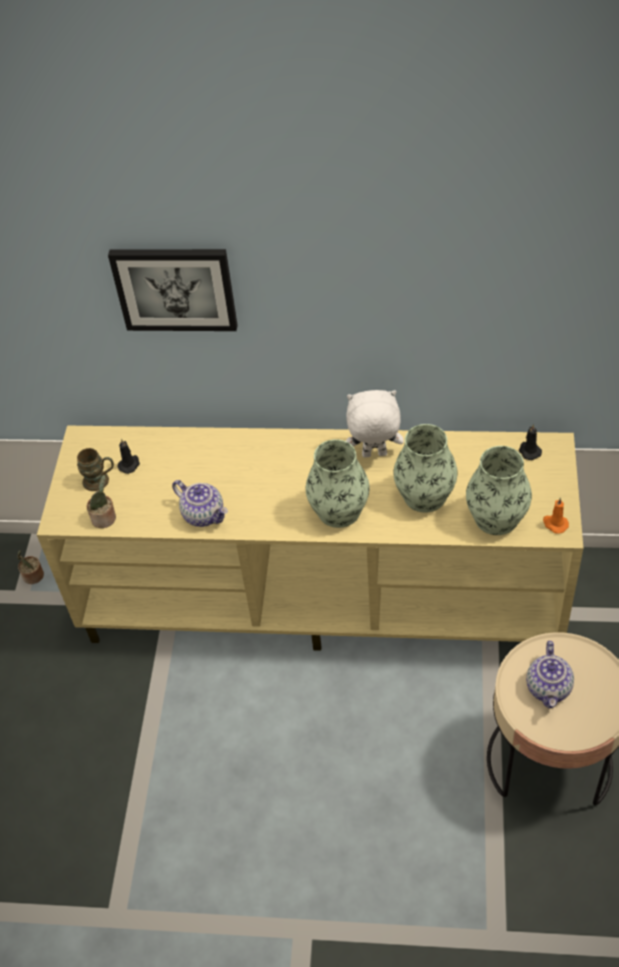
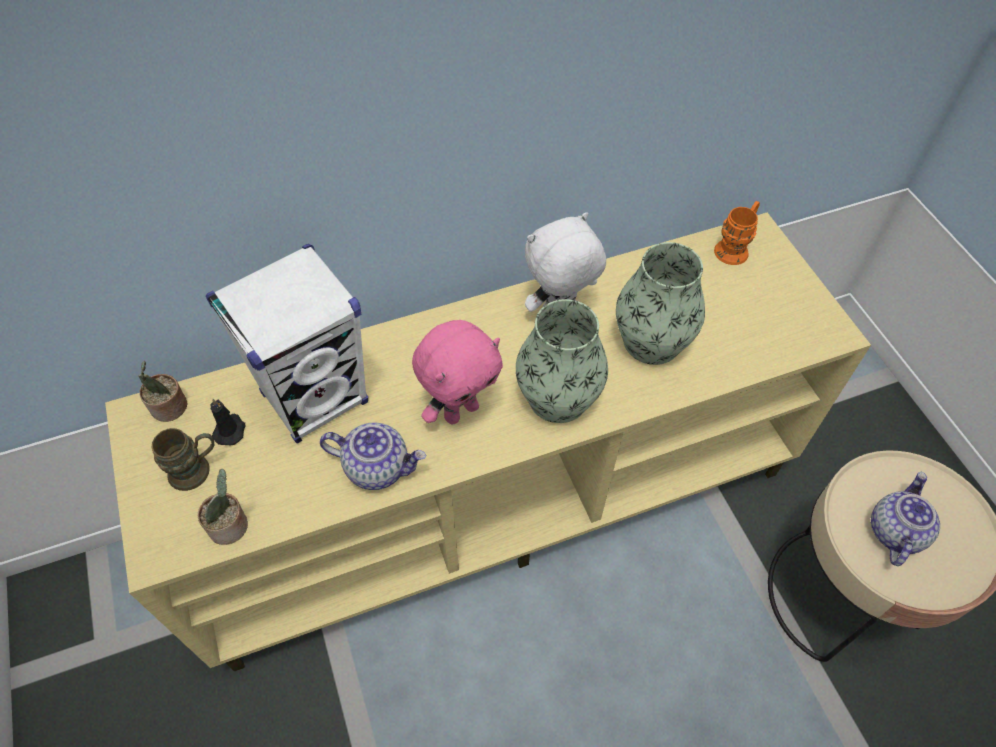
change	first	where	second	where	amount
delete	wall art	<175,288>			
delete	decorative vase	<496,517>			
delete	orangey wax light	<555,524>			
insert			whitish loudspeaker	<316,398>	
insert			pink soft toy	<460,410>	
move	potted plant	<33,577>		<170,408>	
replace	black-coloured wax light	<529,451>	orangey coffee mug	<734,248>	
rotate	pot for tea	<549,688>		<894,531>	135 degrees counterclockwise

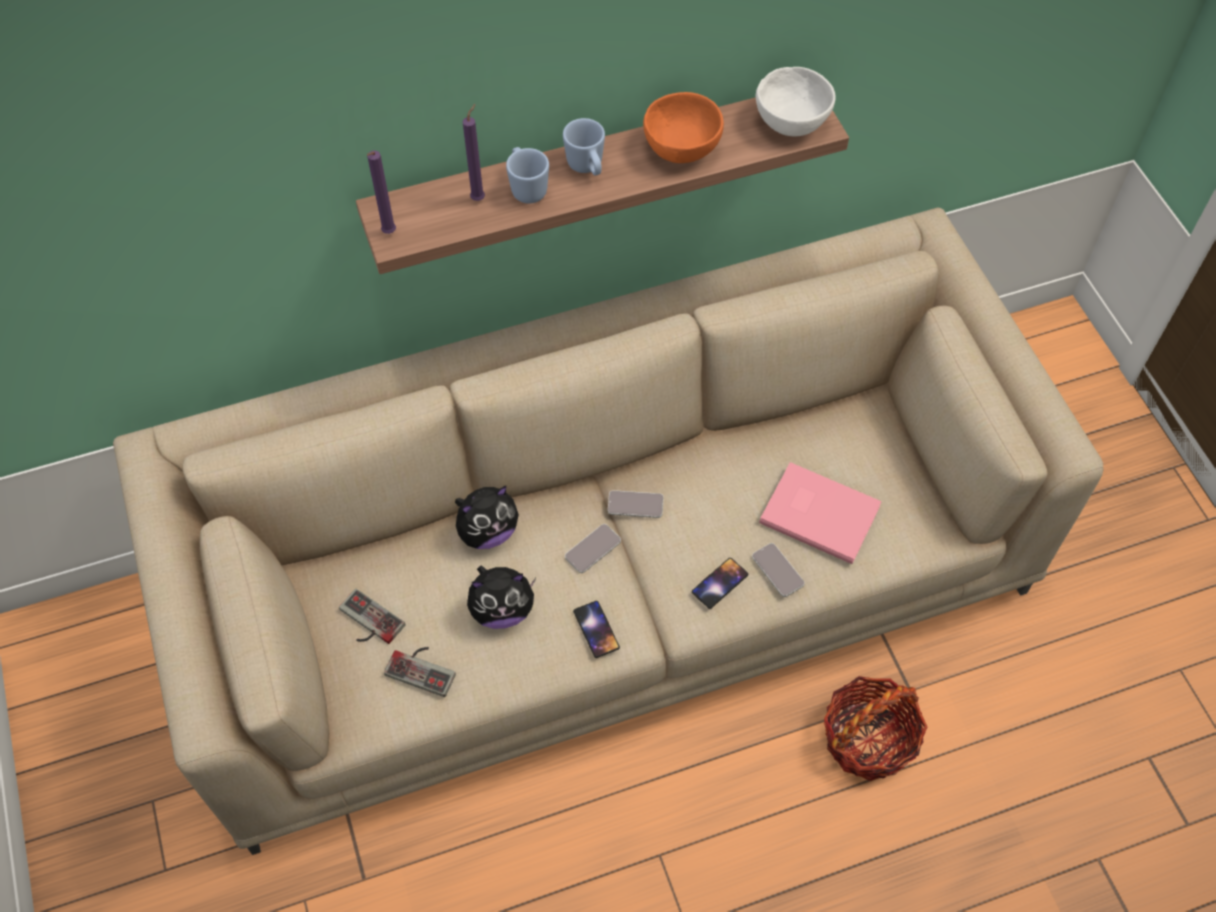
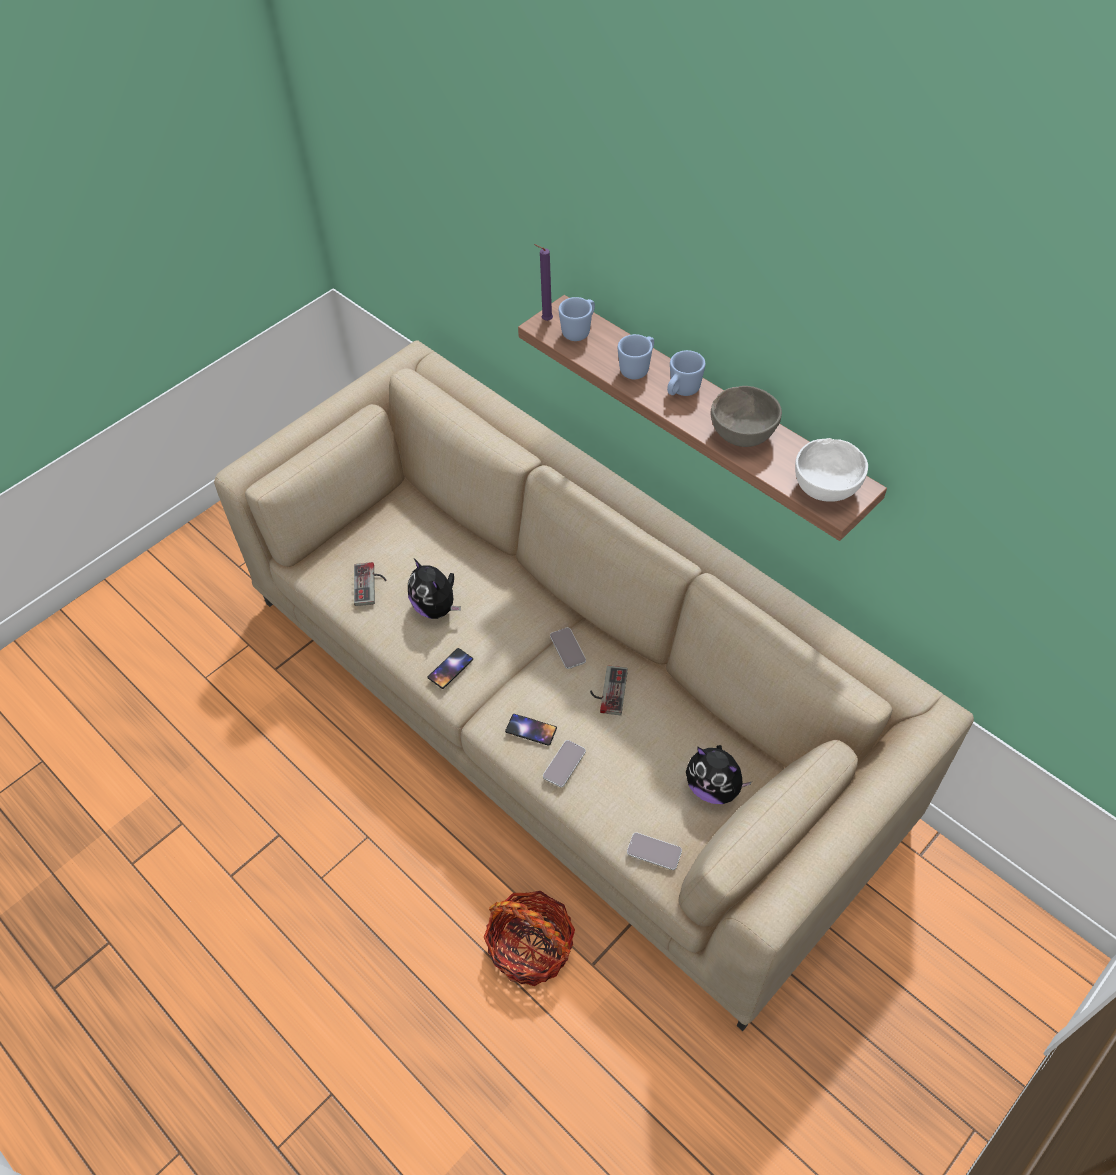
change	first	where	second	where	amount
delete	purple-coloured wax light	<479,198>			
delete	pink bound book	<819,512>			
insert			bluish coffee mug	<579,331>	
move	joypad	<367,623>		<607,690>	
move	soft toy	<487,532>		<713,787>	
move	phone	<593,549>		<654,851>	
recolor	orangey serving bowl	<680,149>	grey serving bowl	<742,434>	

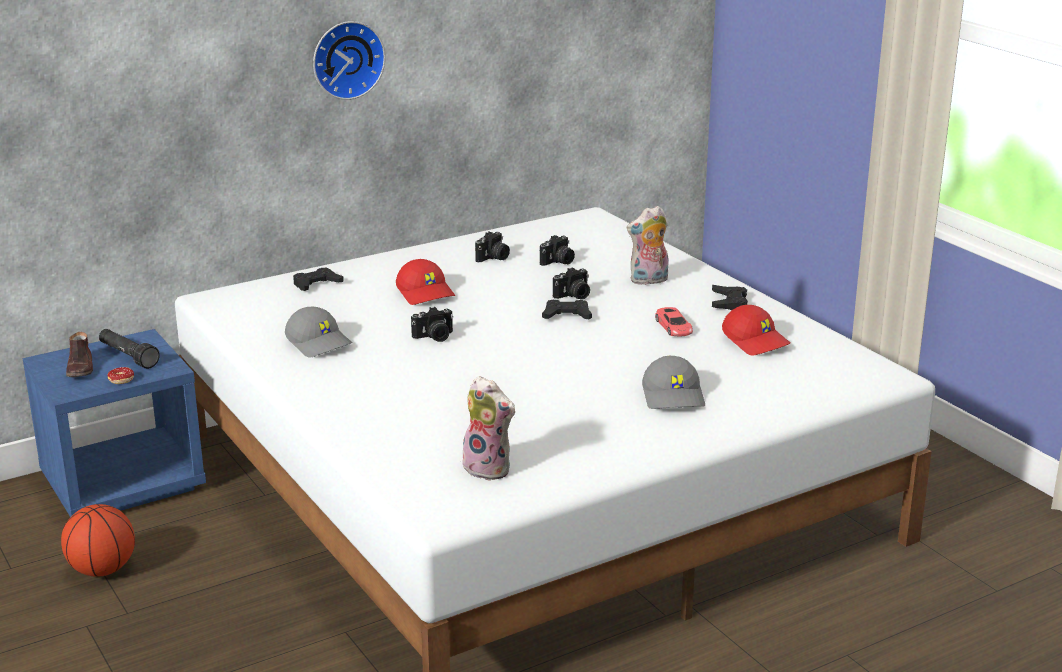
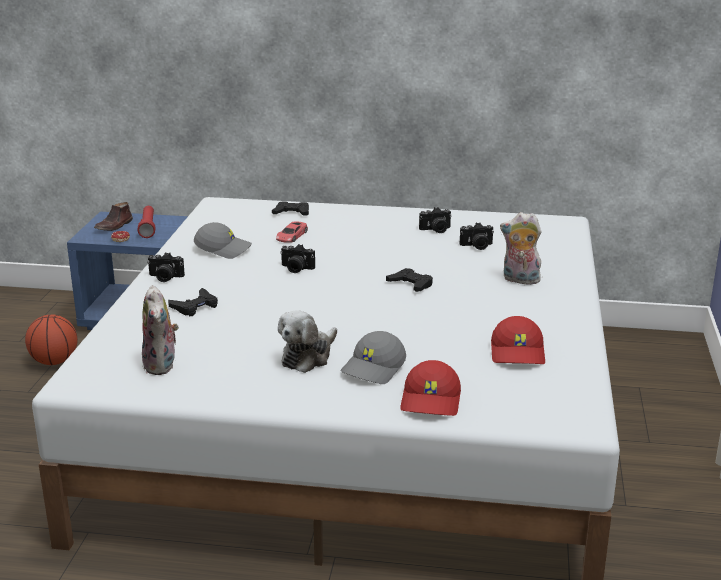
change	first	where	second	where	amount
delete	clock on the wall	<346,59>			
insert			soft toy	<308,356>	
move	red baseball cap	<426,293>		<432,401>	
move	photo camera	<573,296>		<165,278>	
move	red toy car	<674,327>		<292,236>	
move	black-coloured joypad	<729,302>		<195,307>	
recolor	black-coloured flashlight	<128,356>	red flashlight	<148,227>	
rotate	grey baseball cap	<320,343>		<223,249>	75 degrees counterclockwise

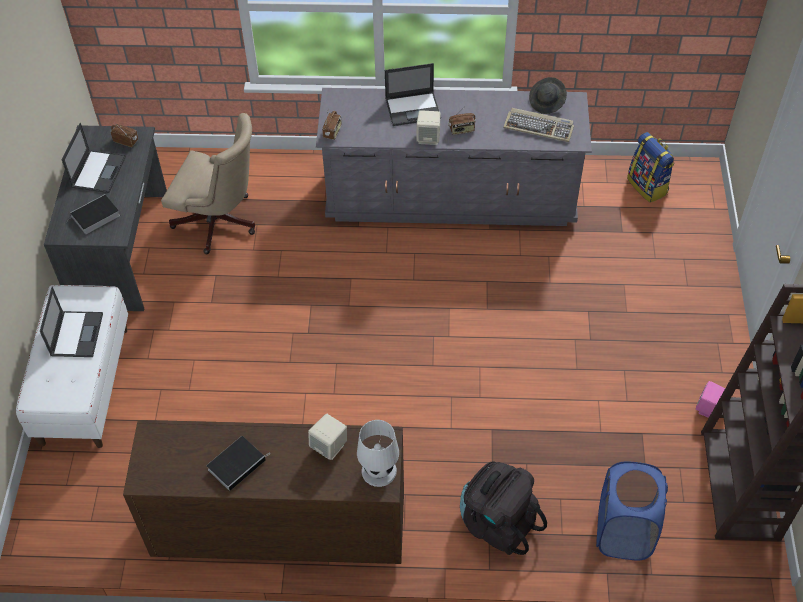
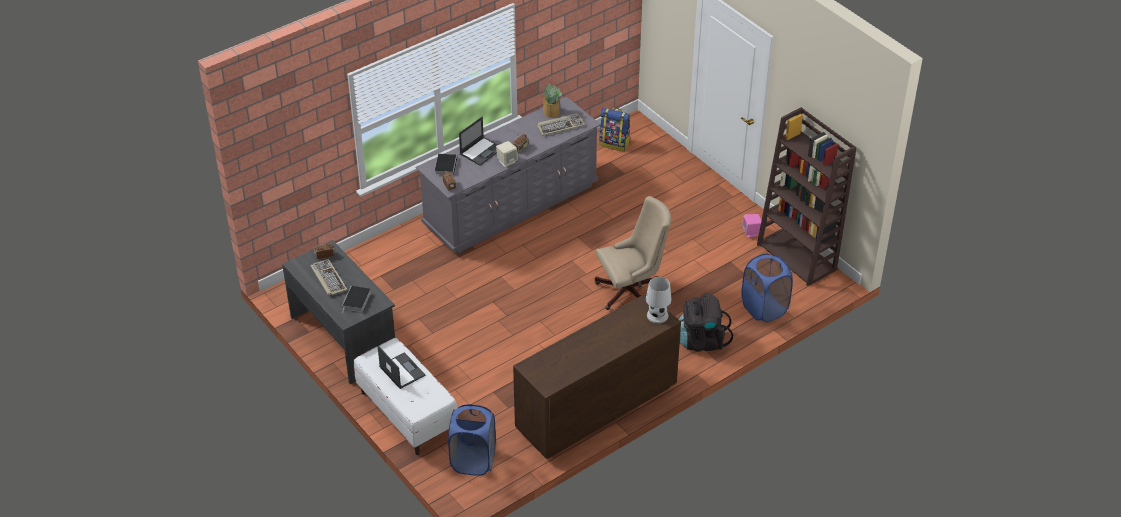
change	first	where	second	where	amount
delete	sand-coloured loudspeaker	<329,446>			
insert			bluish hamper	<473,461>	
move	sand-coloured office chair	<220,223>		<632,291>	
move	bound book	<237,463>		<445,165>	
replace	notebook computer	<98,171>	PC keyboard	<328,279>	
replace	grey clothing hat	<547,102>	potted plant	<551,112>	

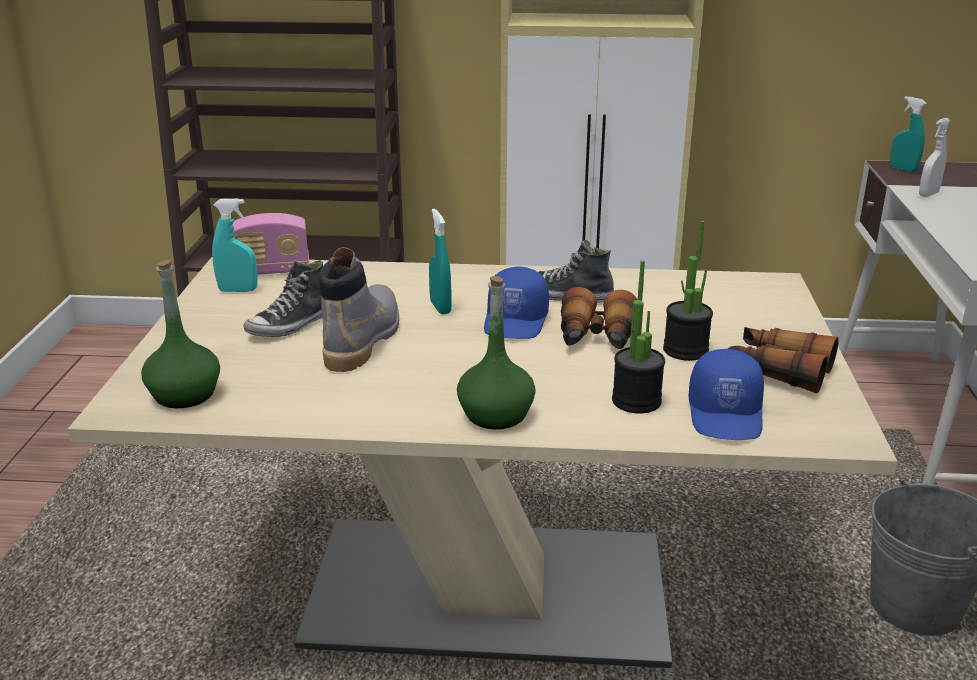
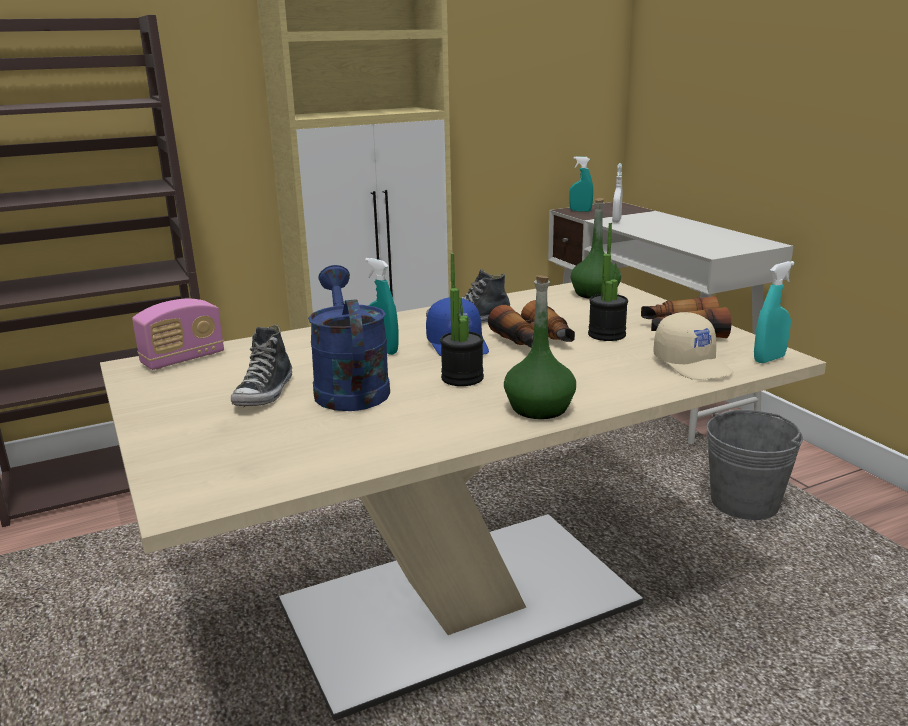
change	first	where	second	where	amount
move	green beverage bottle	<184,395>		<595,294>	
move	blue-green hand sprayer	<238,290>		<769,359>	
move	potted plant	<636,401>		<462,378>	
replace	grey boot	<363,339>	bluish watering pot	<349,387>	
recolor	bluish baseball cap	<727,415>	sand-coloured baseball cap	<693,364>	

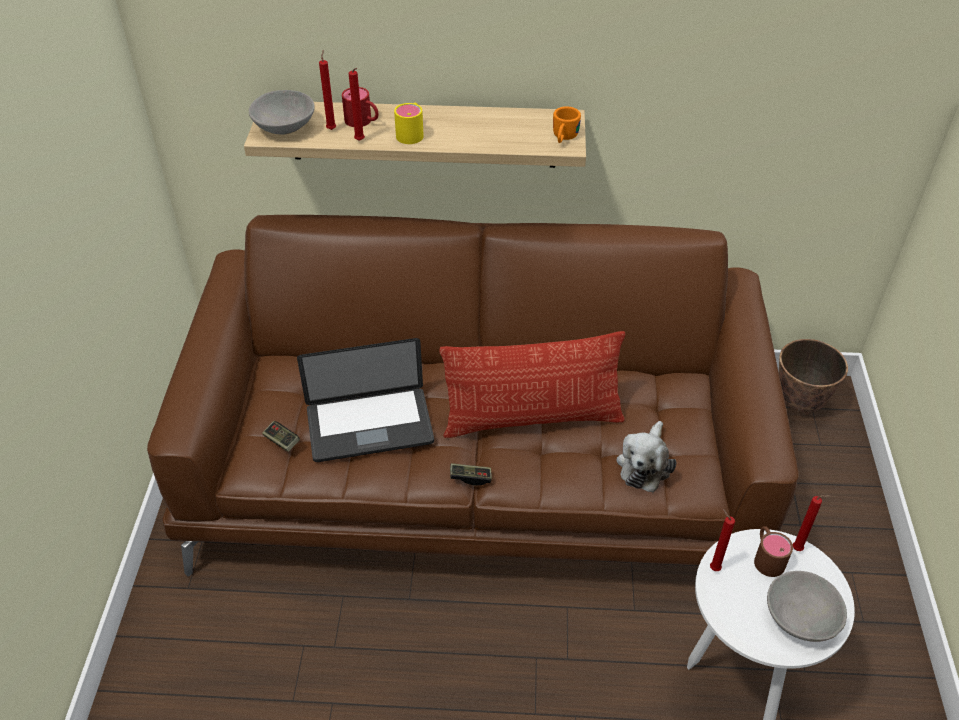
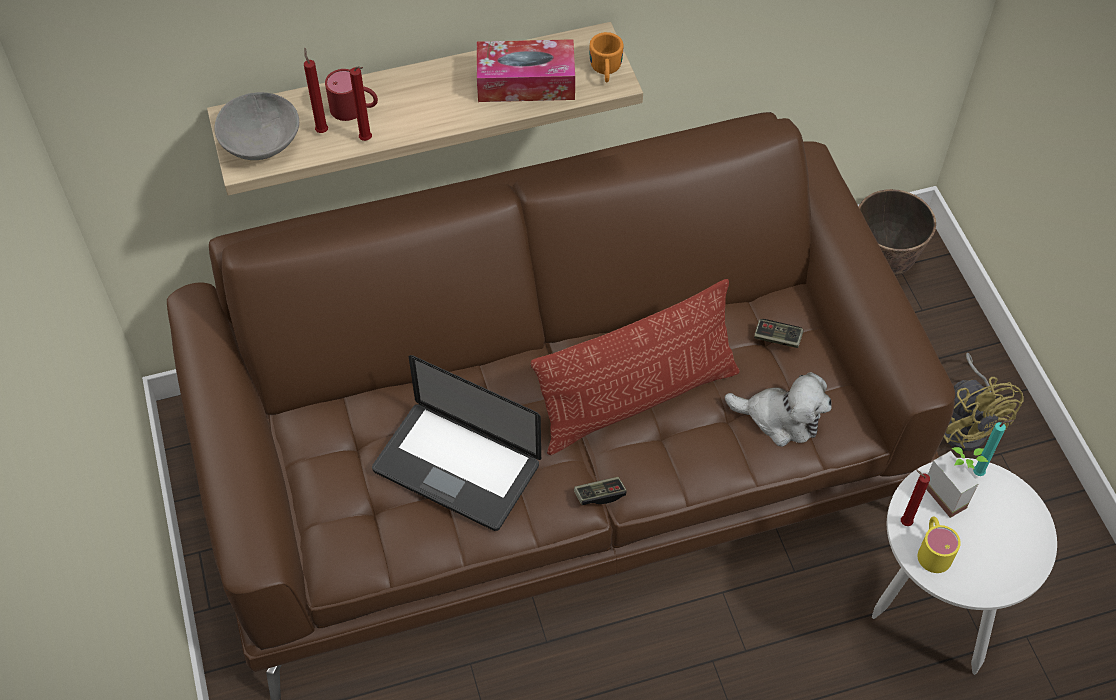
change	first	where	second	where	amount
delete	grey serving bowl	<800,618>			
insert			tissue holder	<526,82>	
insert			yellow-coloured electric fan	<967,424>	
move	joypad	<281,441>		<777,338>	
move	yellow-coloured coffee mug	<412,132>		<933,550>	
replace	brownish coffee mug	<766,557>	potted plant	<951,492>	
recolor	red wax light	<799,549>	blue-green wax light	<980,473>	
rotate	notebook computer	<369,426>		<456,467>	60 degrees clockwise
rotate	soft toy	<644,464>		<781,418>	75 degrees counterclockwise

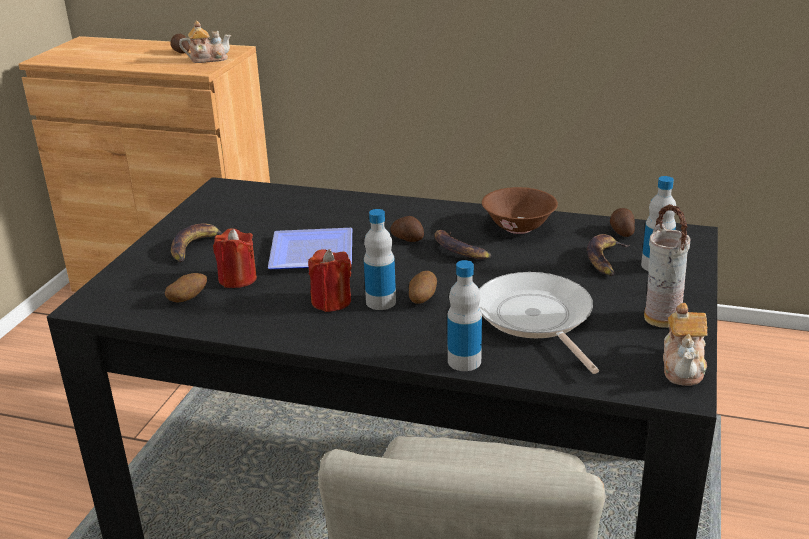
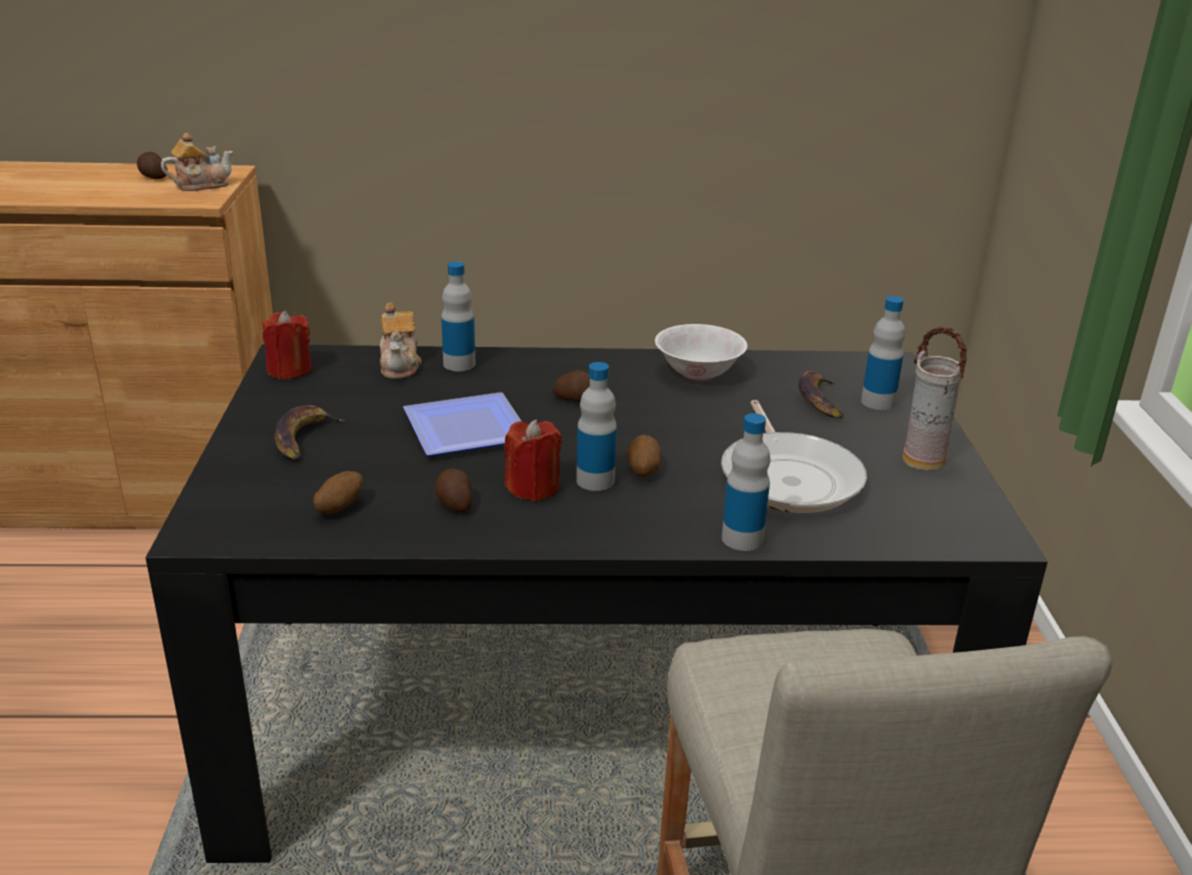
change	first	where	second	where	amount
delete	banana	<458,250>			
insert			beverage bottle	<459,364>	
move	red wax light	<237,279>		<289,370>	
move	whole potato	<621,231>		<454,503>	
move	pot for tea	<683,367>		<400,365>	
recolor	brownish serving bowl	<519,227>	whitish serving bowl	<699,373>	
rotate	pan	<536,318>		<789,477>	150 degrees counterclockwise

